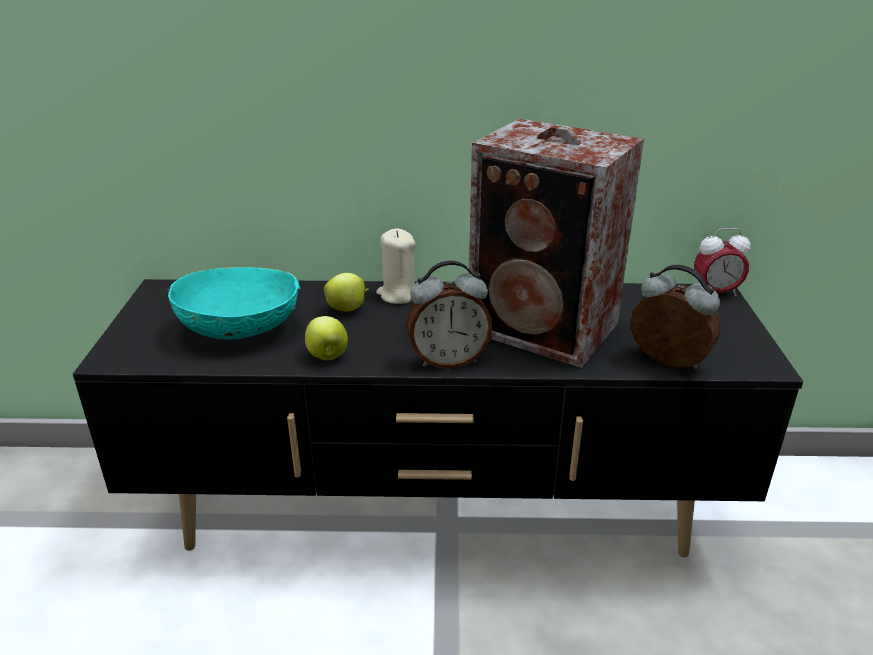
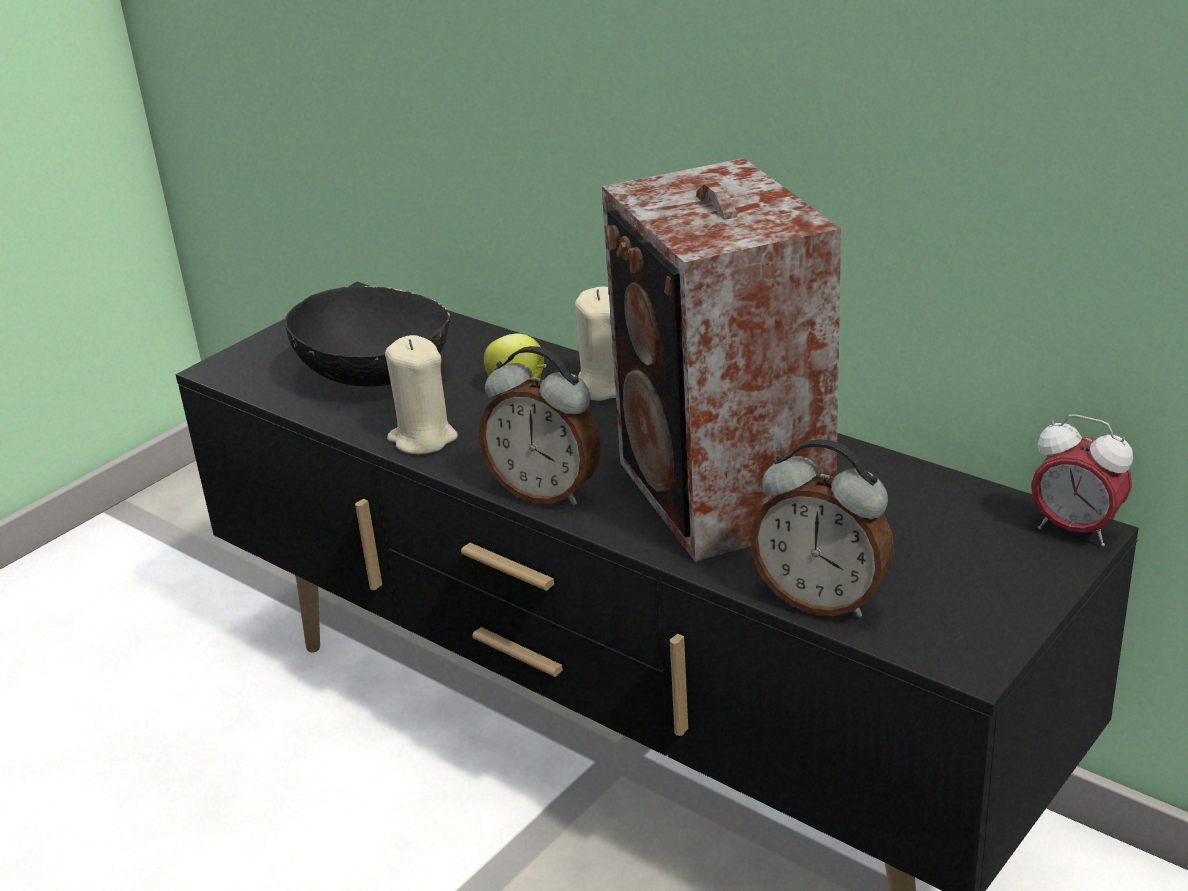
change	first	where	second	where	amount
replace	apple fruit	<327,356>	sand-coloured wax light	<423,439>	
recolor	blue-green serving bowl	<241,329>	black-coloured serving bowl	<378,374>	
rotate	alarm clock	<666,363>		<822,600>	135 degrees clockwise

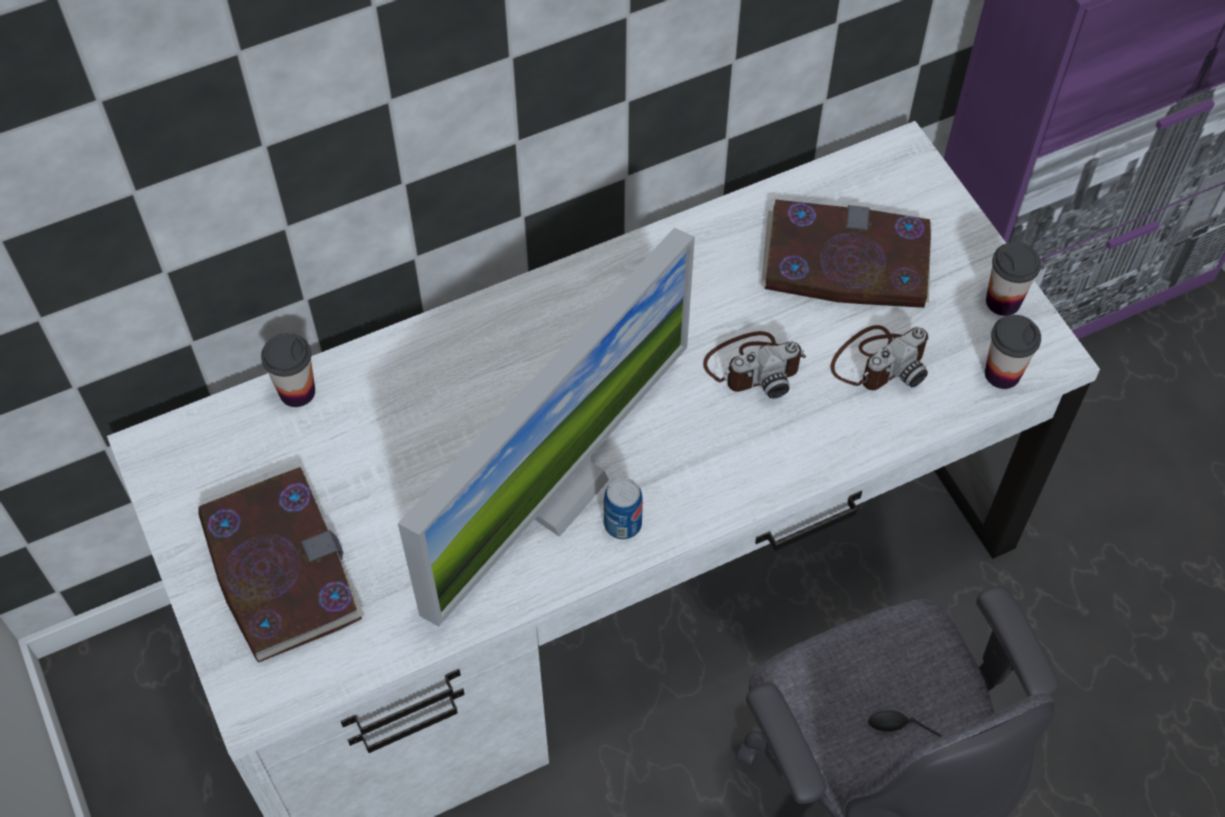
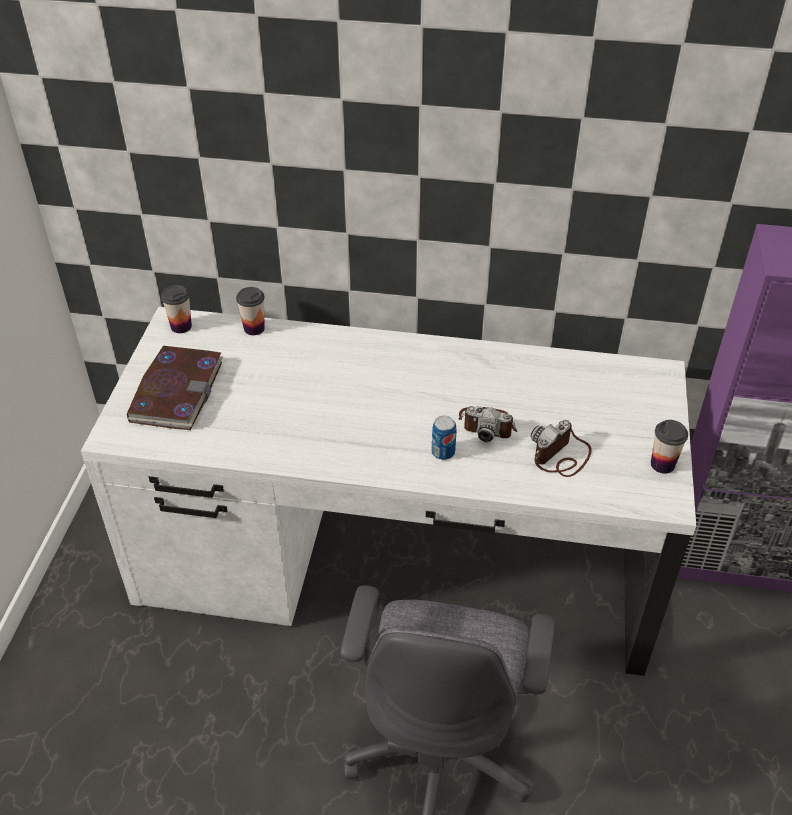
change	first	where	second	where	amount
delete	computer display	<556,489>			
delete	bound book	<845,261>			
move	sealed can	<623,524>		<443,452>	
move	drinking cup	<1002,373>		<181,326>	
rotate	photo camera	<879,361>		<561,456>	135 degrees clockwise

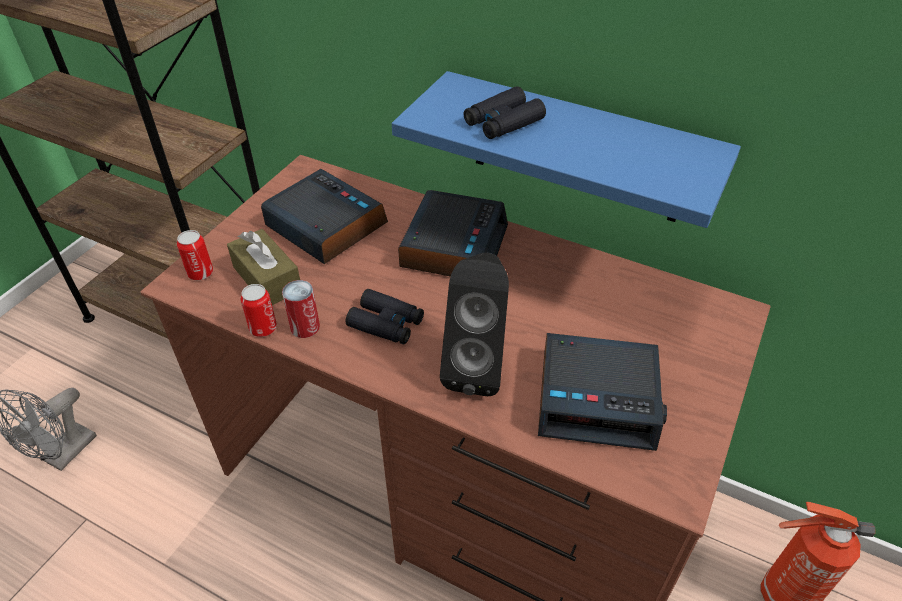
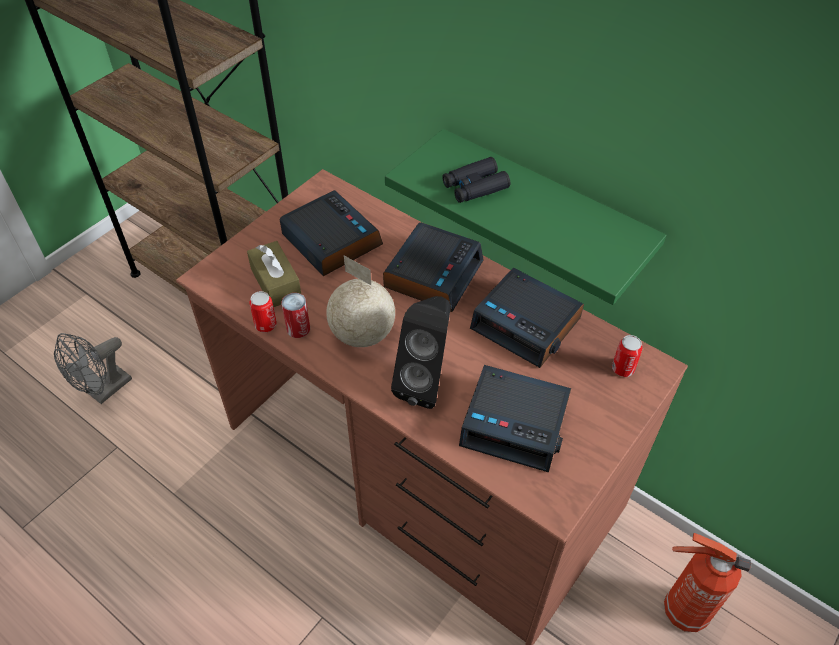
change	first	where	second	where	amount
insert			alarm clock	<527,324>	
move	sealed can	<200,273>		<622,369>	
replace	black-coloured pair of binoculars	<386,323>	world globe	<362,335>	
recolor	bluish shelf	<577,149>	green shelf	<542,210>	

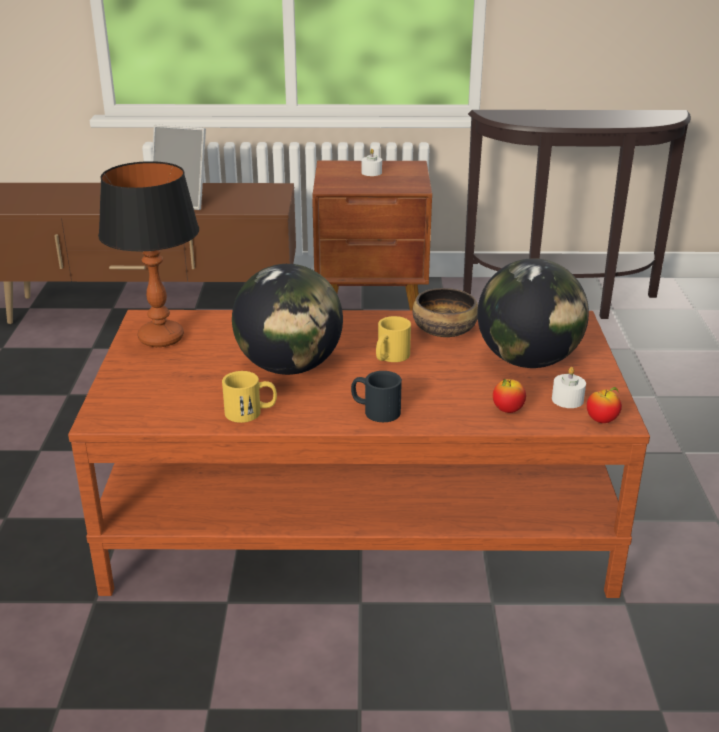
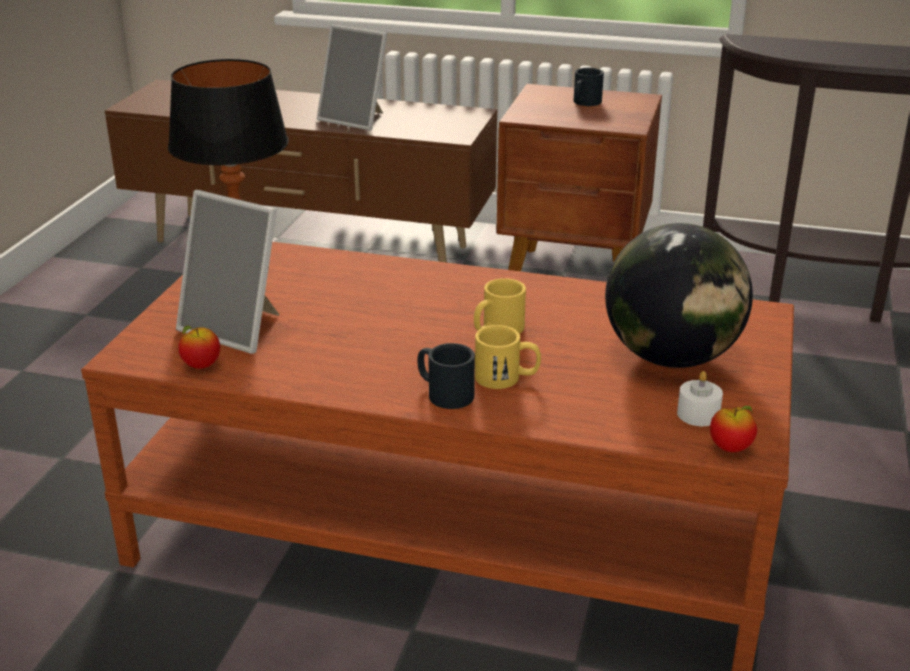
change	first	where	second	where	amount
delete	world globe	<289,367>			
delete	serving bowl	<444,330>			
insert			standing frame	<237,328>	
move	yellow-coloured coffee mug	<251,412>		<507,378>	
move	apple fruit	<507,410>		<201,366>	
replace	whitish wax light	<371,172>	black-coloured coffee mug	<584,103>	

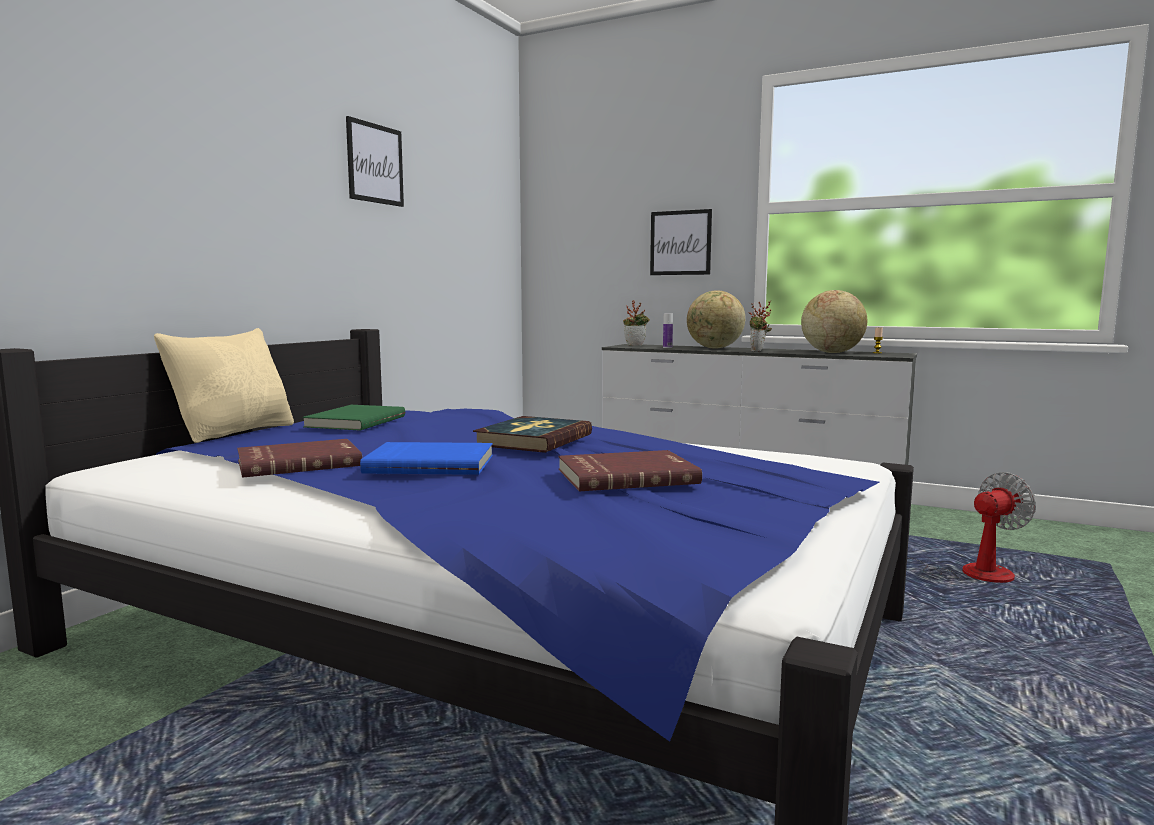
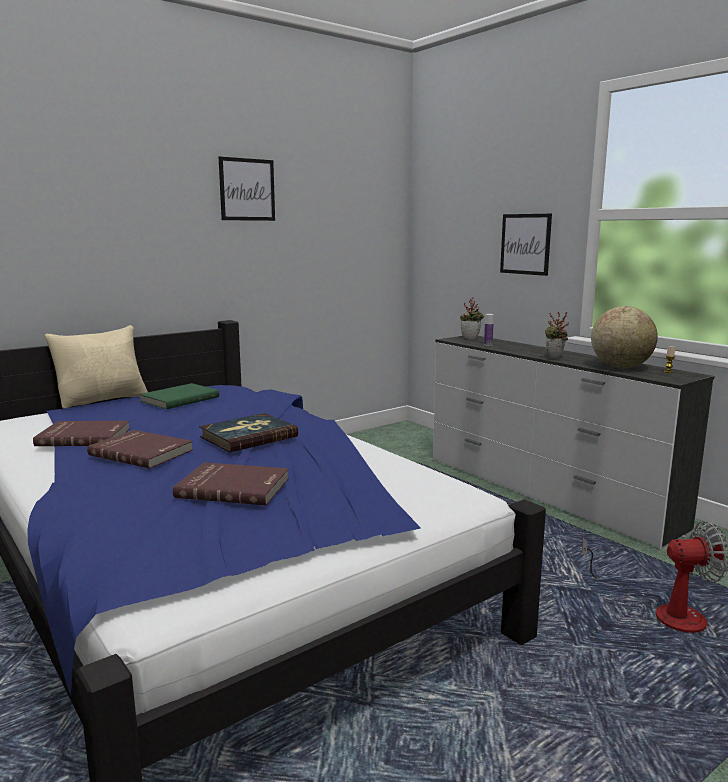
change	first	where	second	where	amount
delete	world globe	<714,348>			
recolor	bluish bound book	<430,463>	red bound book	<142,452>	

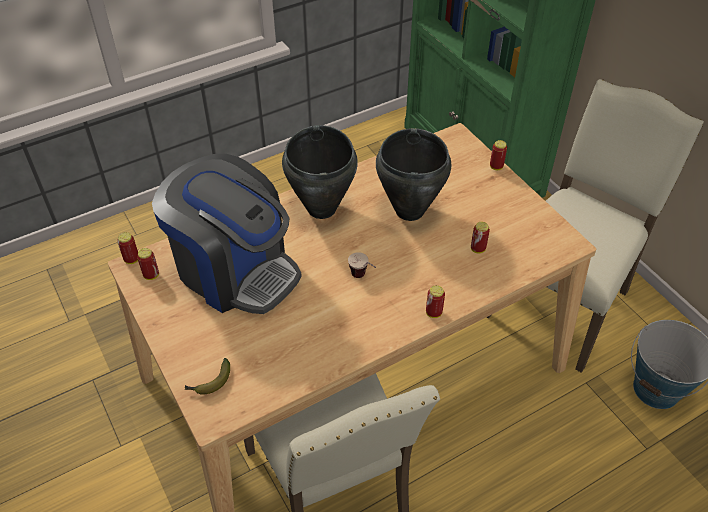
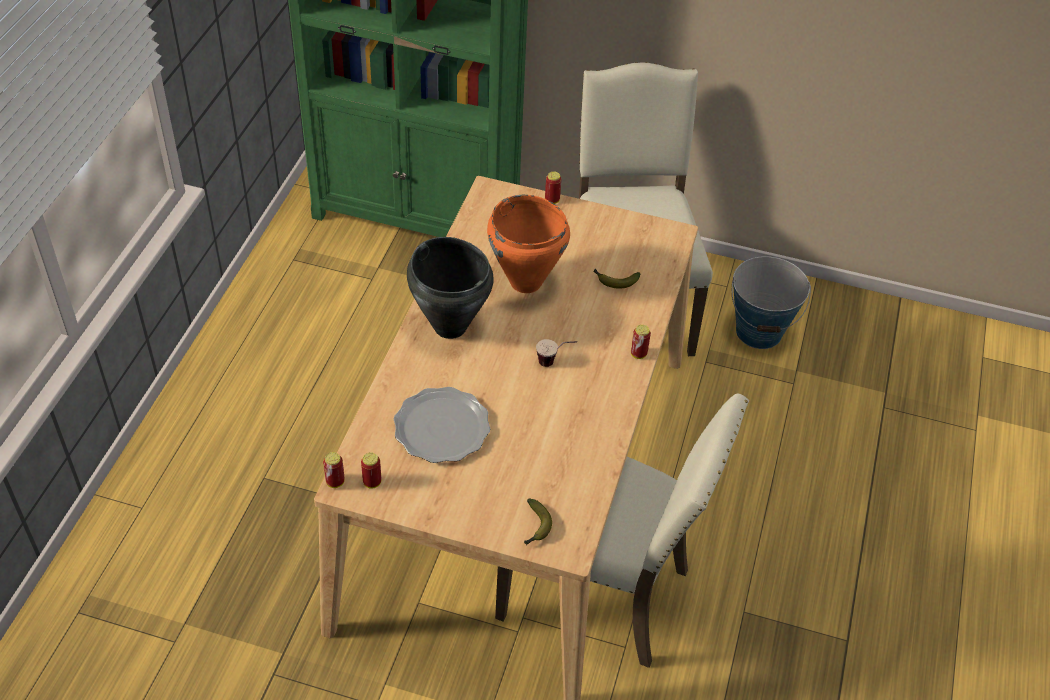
change	first	where	second	where	amount
replace	coffee maker	<235,270>	dinner plate	<441,427>	
replace	sealed can	<478,249>	banana	<614,281>	
recolor	black-coloured cooking pot	<409,211>	orangey cooking pot	<525,282>	

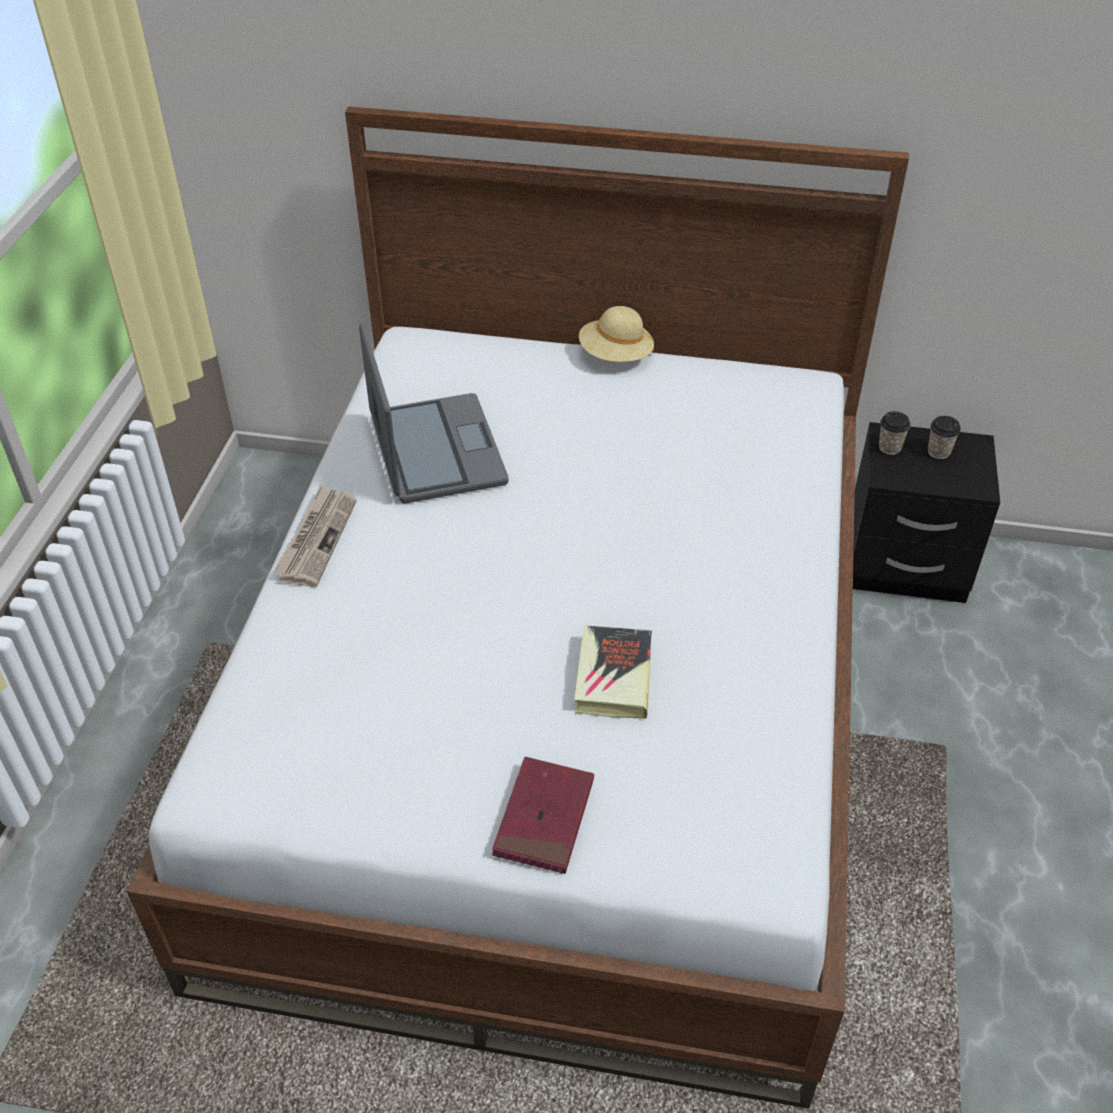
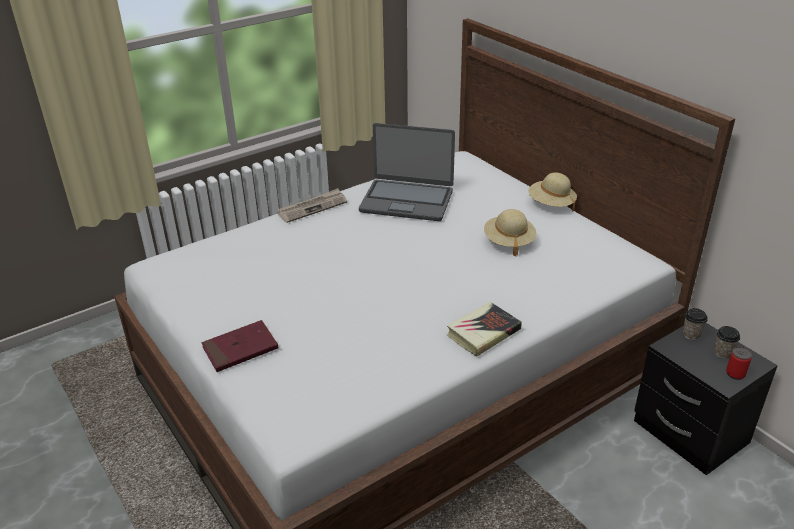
change	first	where	second	where	amount
insert			sand-coloured clothing hat	<508,242>	
insert			sealed can	<735,374>	
move	bound book	<613,677>		<483,332>	
rotate	notebook computer	<435,450>		<407,201>	75 degrees clockwise

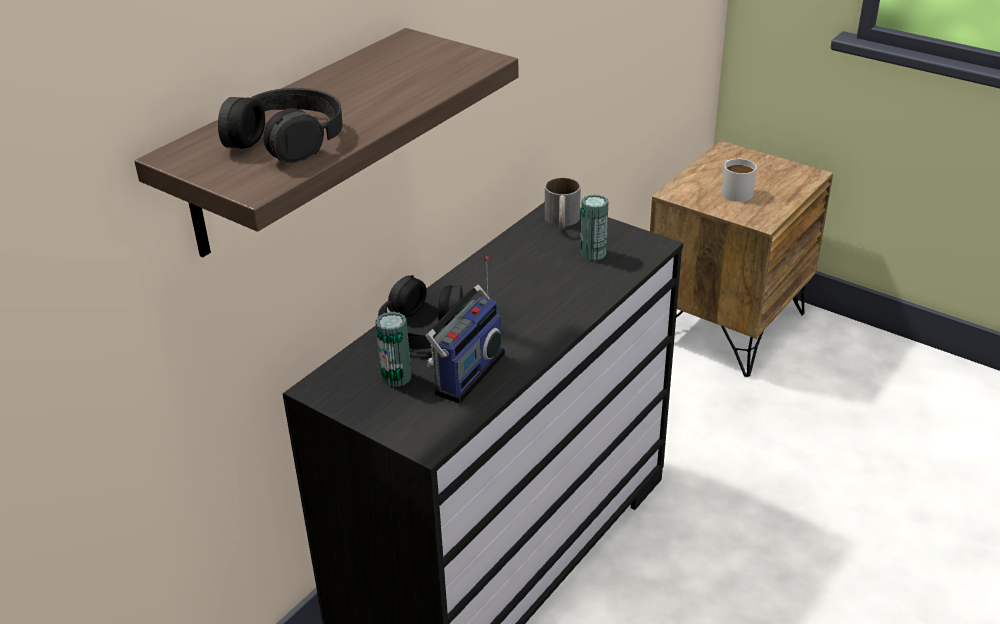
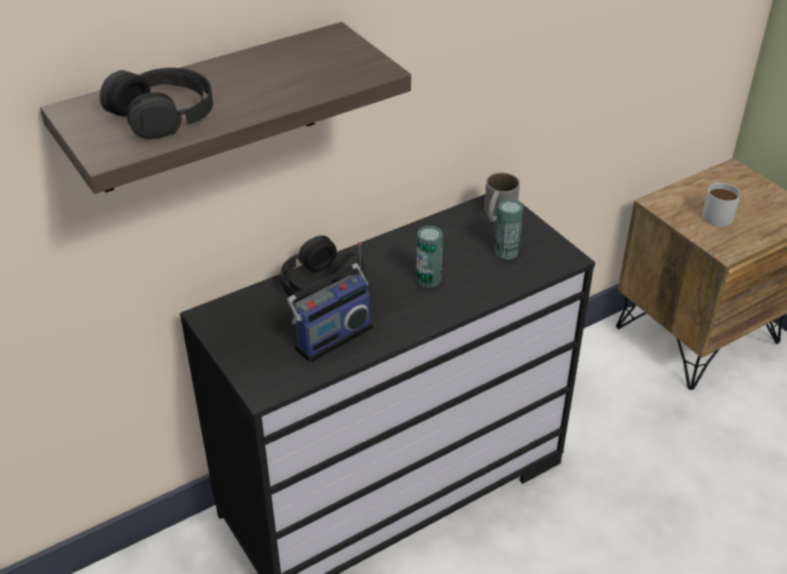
change	first	where	second	where	amount
move	sealed can	<396,377>		<428,279>	

